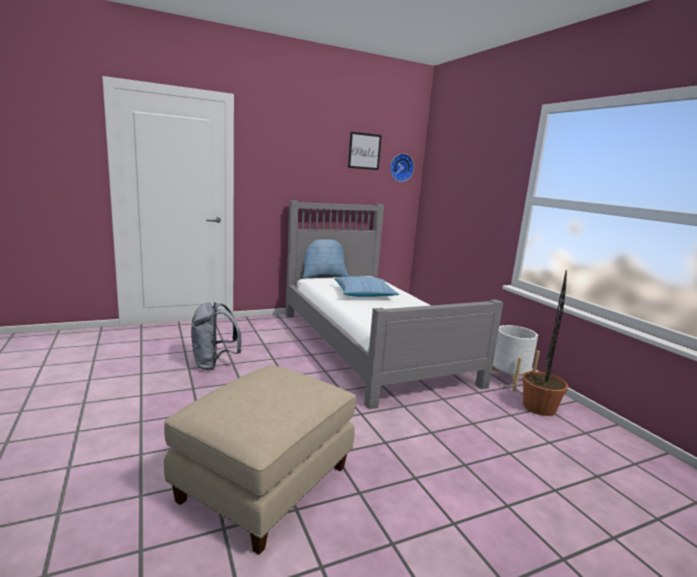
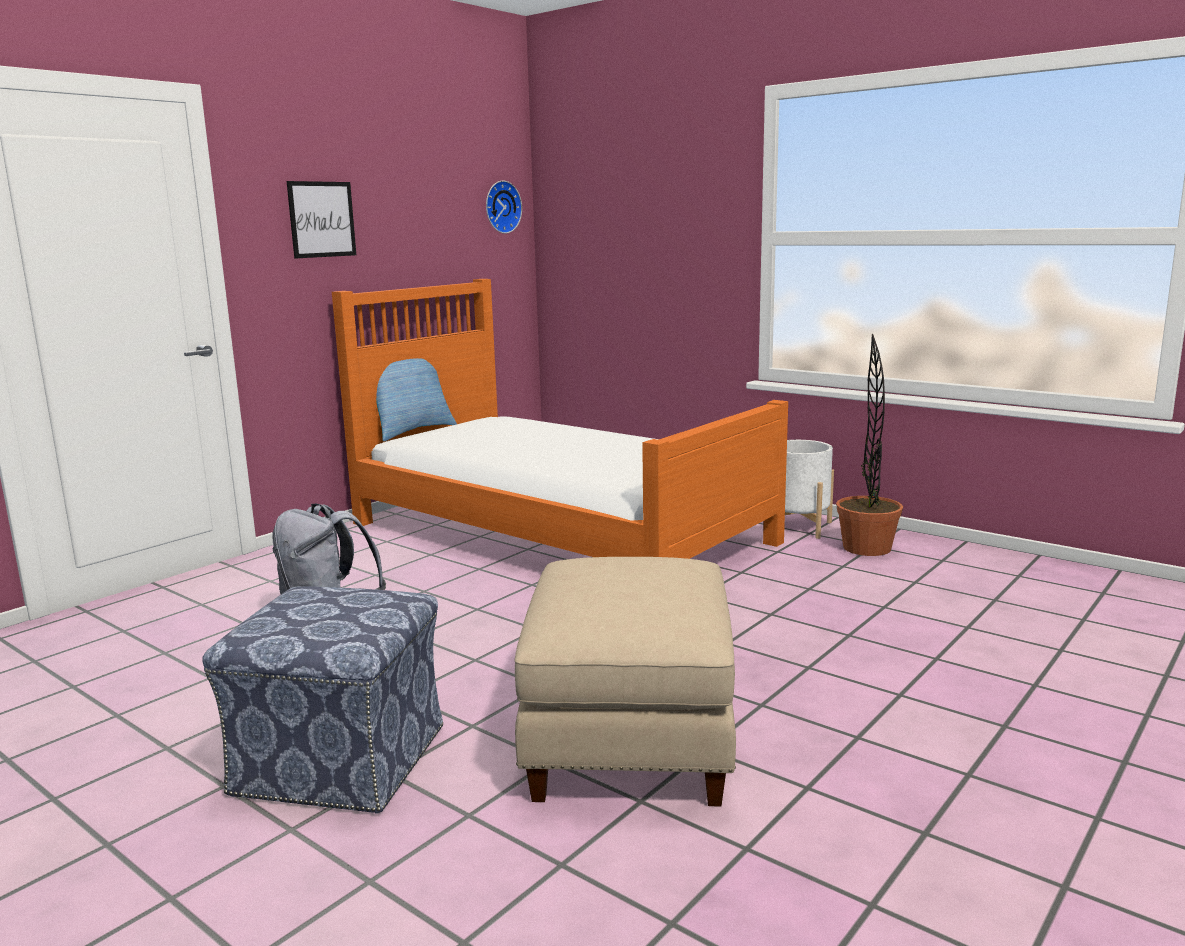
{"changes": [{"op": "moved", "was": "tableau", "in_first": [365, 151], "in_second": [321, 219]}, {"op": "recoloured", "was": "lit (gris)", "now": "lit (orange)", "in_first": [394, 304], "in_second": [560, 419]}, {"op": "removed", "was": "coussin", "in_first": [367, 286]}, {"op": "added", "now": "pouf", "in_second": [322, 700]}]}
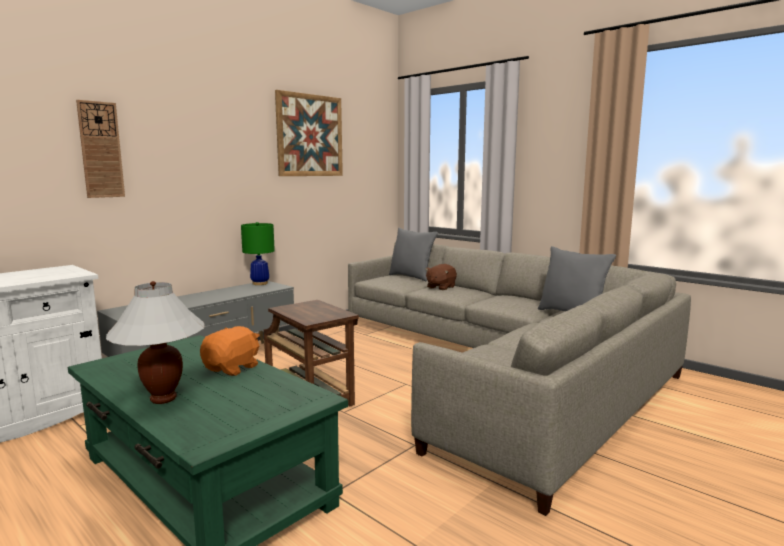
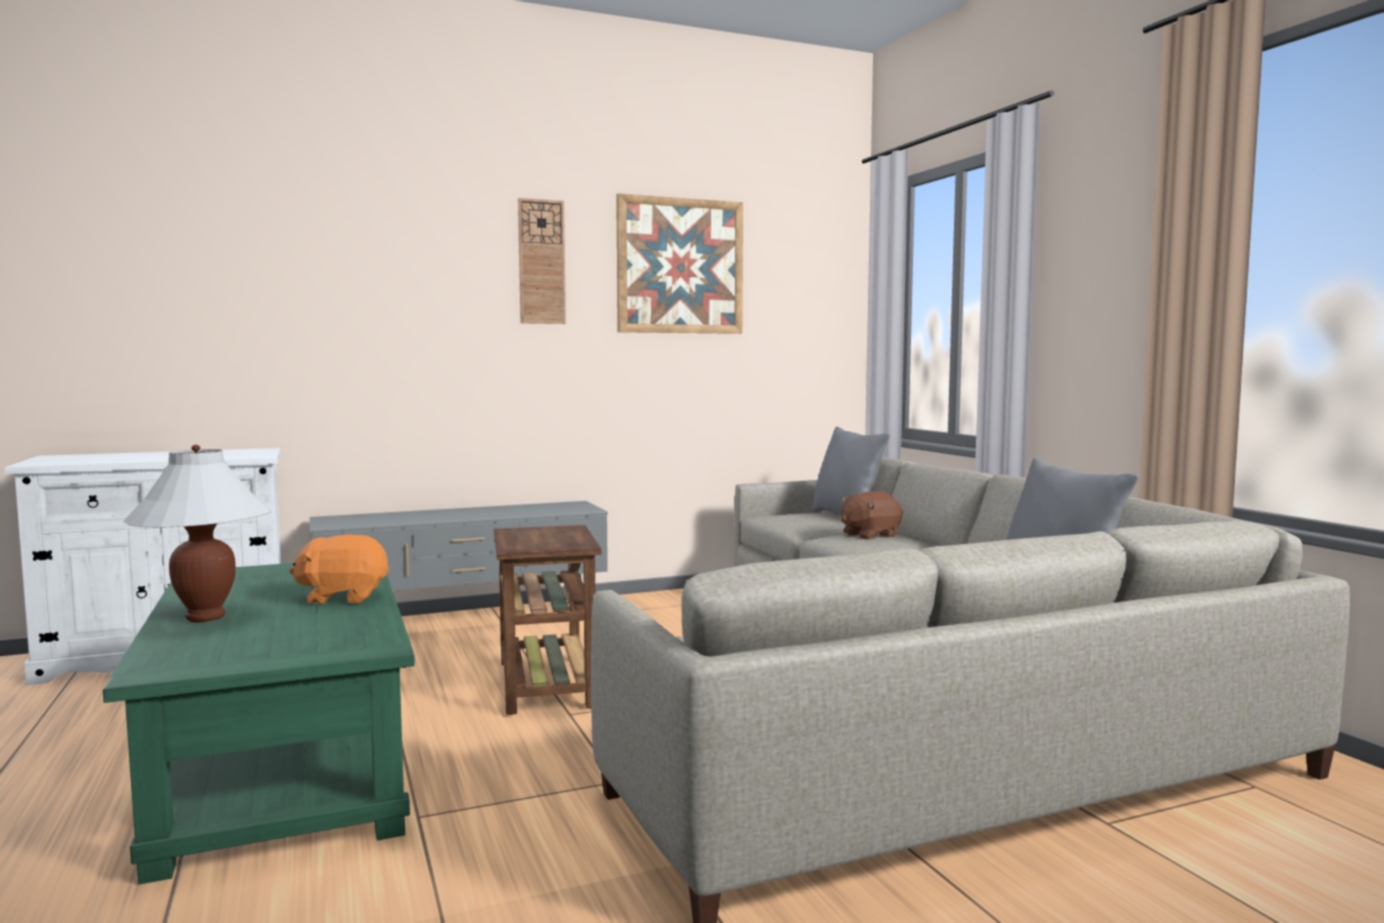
{"changes": [{"op": "moved", "was": "horloge murale", "in_first": [100, 149], "in_second": [542, 261]}, {"op": "removed", "was": "lampe de table (vert)", "in_first": [258, 253]}, {"op": "turned", "was": "peluche (orange)", "in_first": [230, 351], "in_second": [339, 569], "clockwise": -150}]}
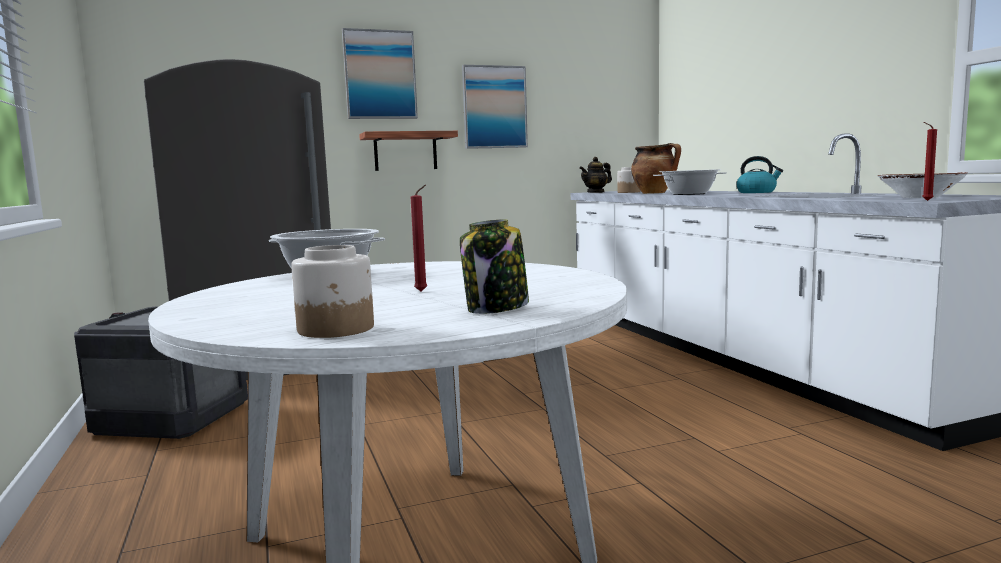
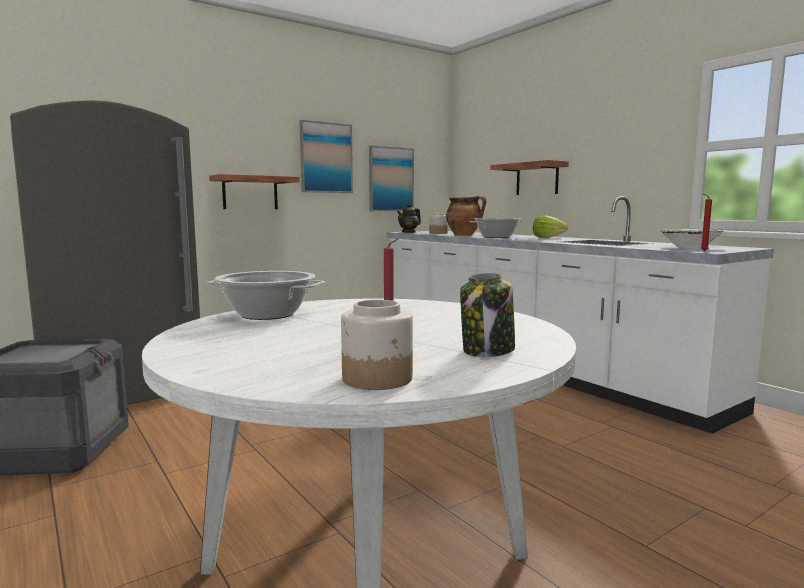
{"changes": [{"op": "moved", "was": "tableau", "in_first": [380, 73], "in_second": [391, 178]}, {"op": "replaced", "was": "bouilloire", "now": "laitue", "in_first": [759, 174], "in_second": [550, 226]}, {"op": "added", "now": "étagère", "in_second": [529, 177]}]}
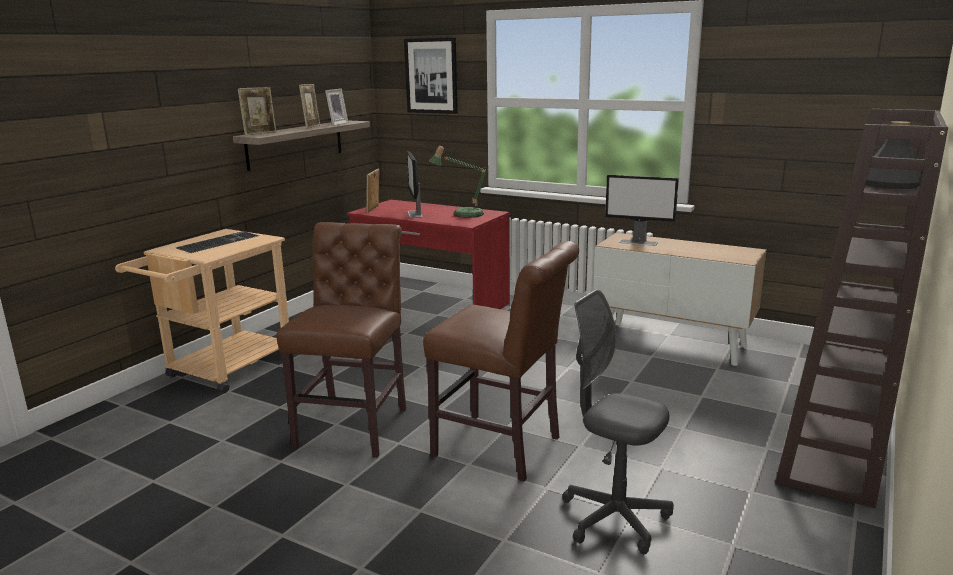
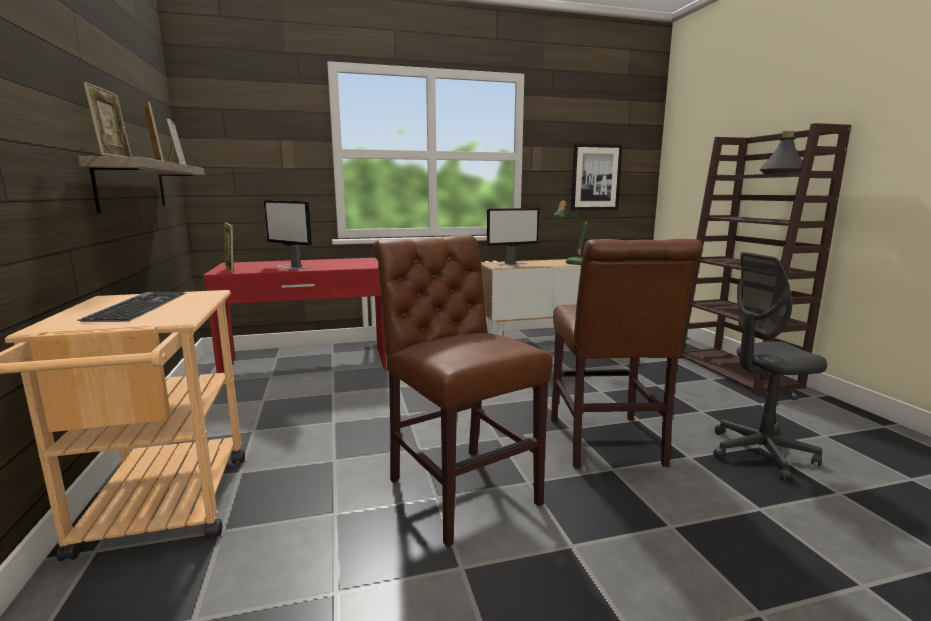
{"changes": [{"op": "moved", "was": "tableau", "in_first": [431, 75], "in_second": [597, 176]}, {"op": "moved", "was": "lampe de table", "in_first": [459, 182], "in_second": [570, 233]}, {"op": "turned", "was": "chaise (marron)", "in_first": [501, 361], "in_second": [627, 354], "clockwise": 105}]}
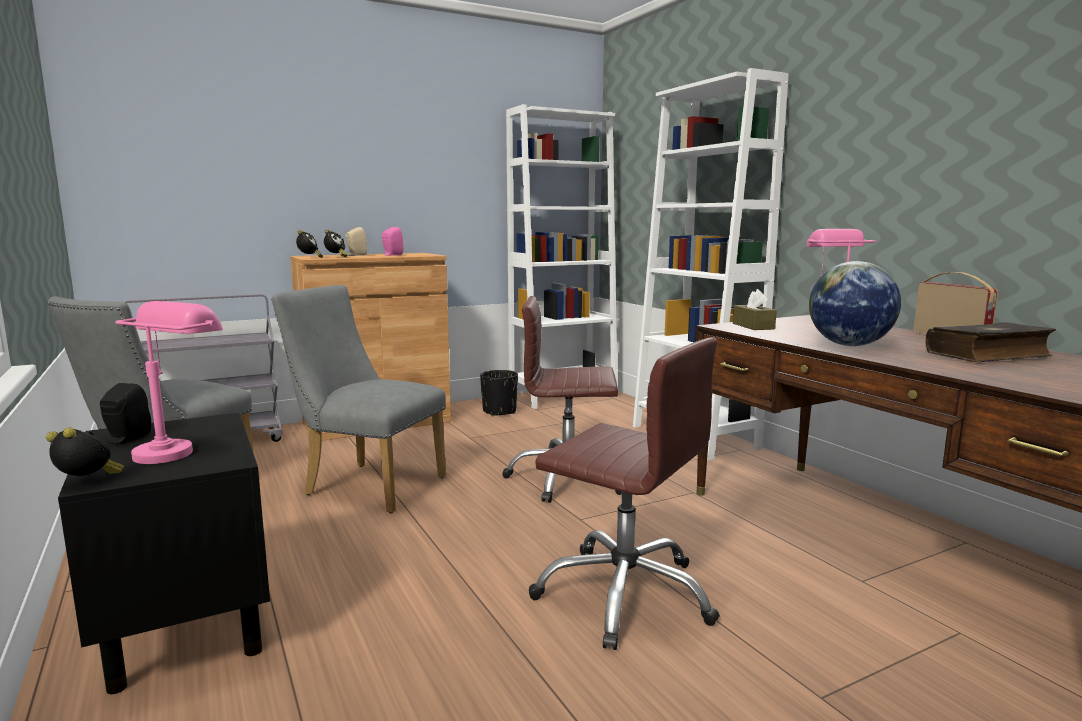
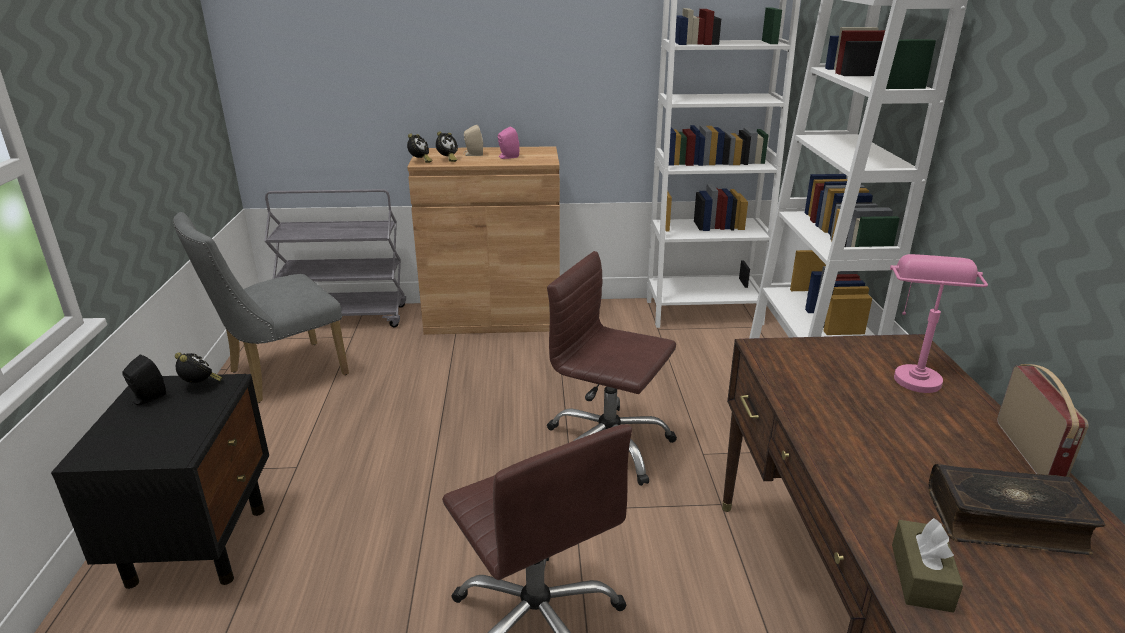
{"changes": [{"op": "removed", "was": "globe", "in_first": [855, 303]}, {"op": "removed", "was": "chaise (gris)", "in_first": [358, 399]}, {"op": "moved", "was": "boîte à mouchoirs (marron)", "in_first": [755, 309], "in_second": [927, 565]}, {"op": "removed", "was": "lampe de table (rose)", "in_first": [169, 382]}, {"op": "removed", "was": "cache-pot (noir)", "in_first": [499, 393]}, {"op": "moved", "was": "réveil", "in_first": [85, 451], "in_second": [198, 367]}]}
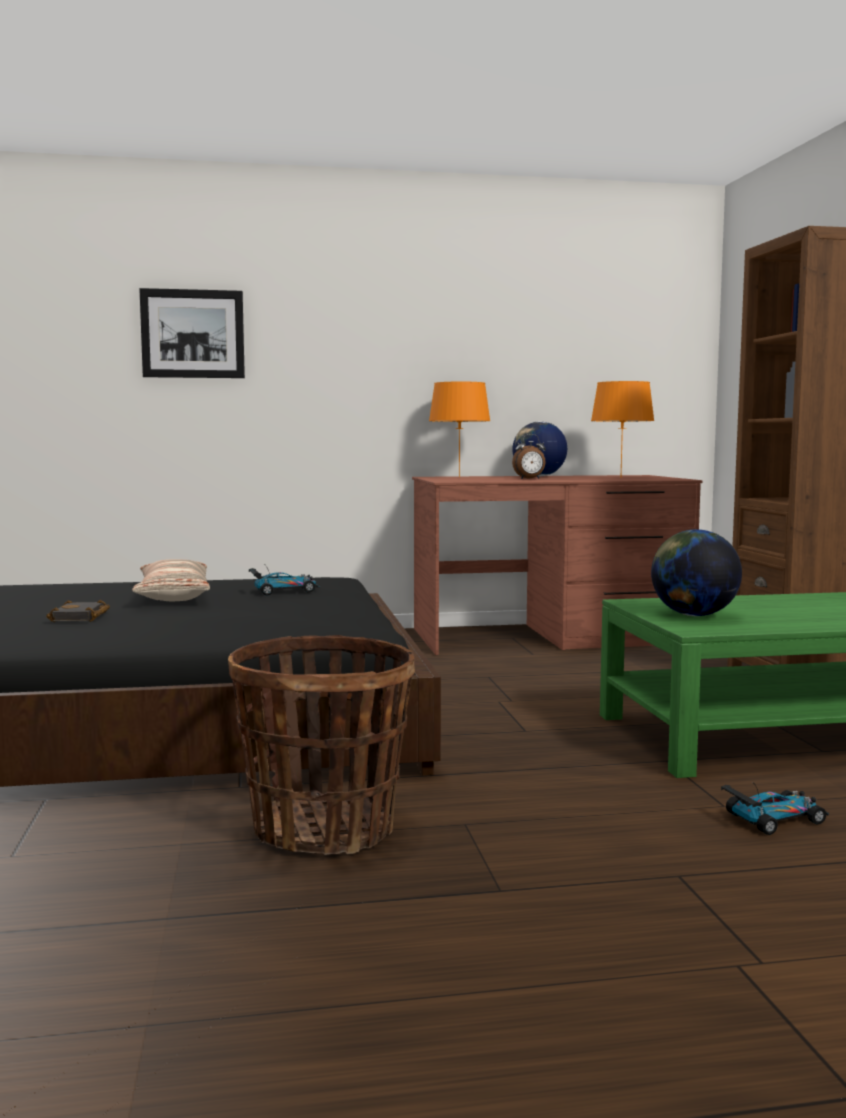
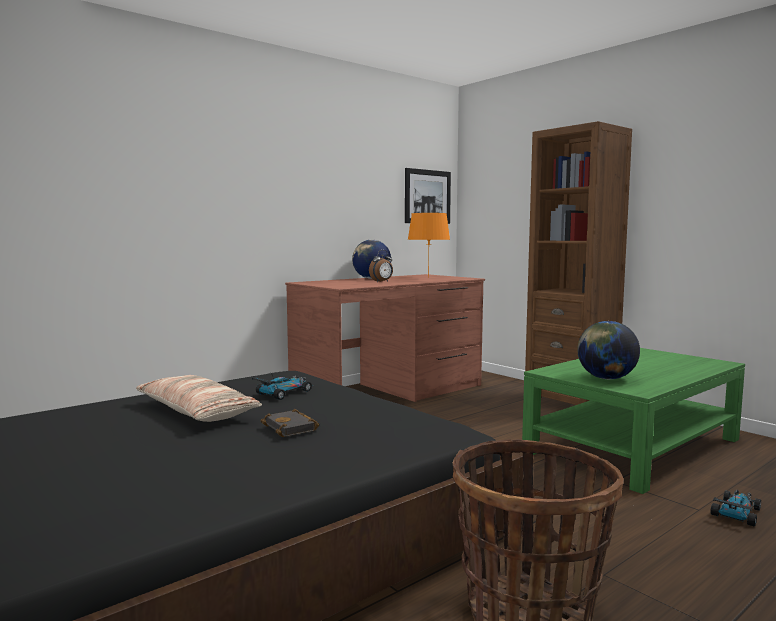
{"changes": [{"op": "moved", "was": "tableau", "in_first": [192, 333], "in_second": [428, 196]}, {"op": "removed", "was": "lampe de table (orange)", "in_first": [460, 429]}, {"op": "moved", "was": "livre (noir)", "in_first": [78, 611], "in_second": [290, 423]}]}
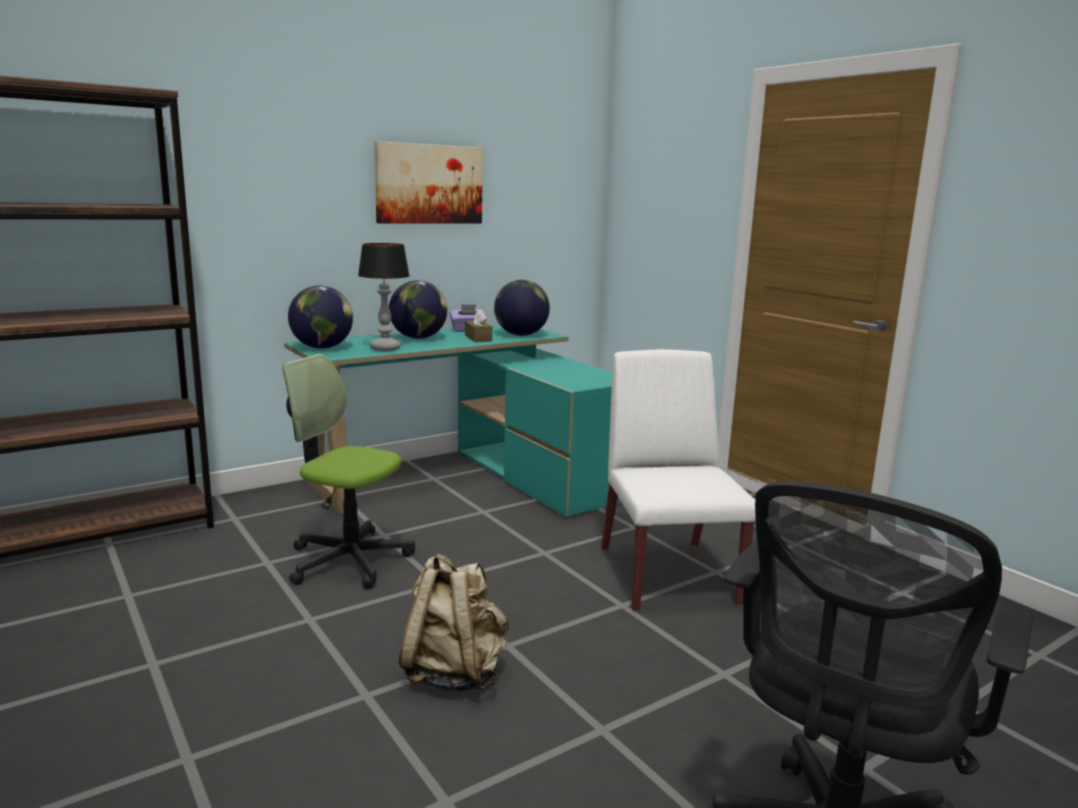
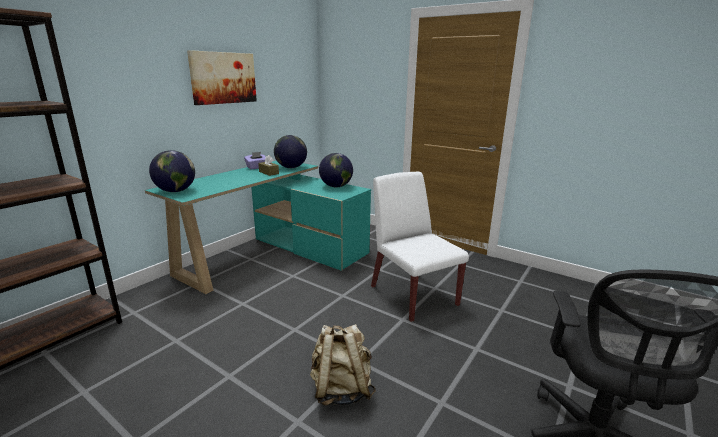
{"changes": [{"op": "removed", "was": "lampe de table", "in_first": [384, 297]}, {"op": "moved", "was": "globe", "in_first": [418, 309], "in_second": [336, 170]}, {"op": "removed", "was": "chaise de bureau", "in_first": [349, 471]}]}
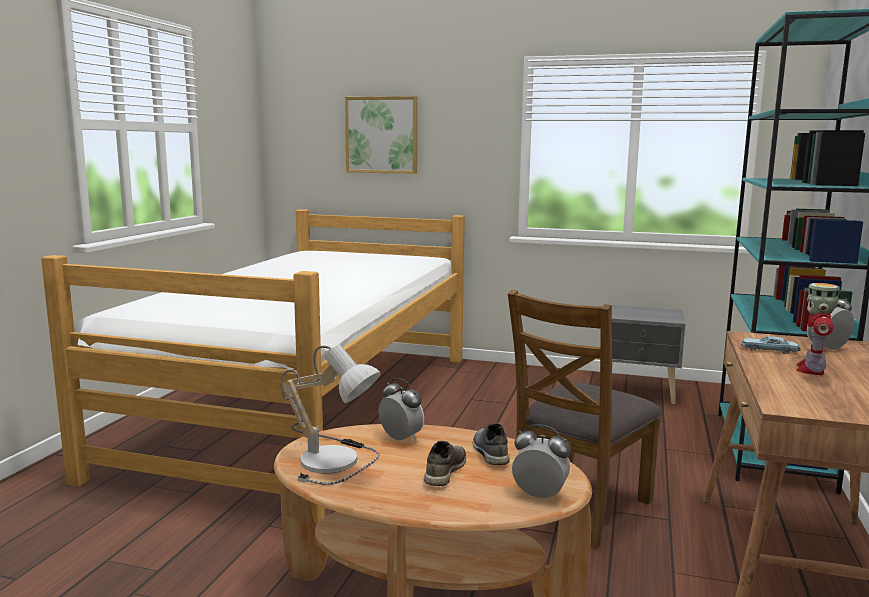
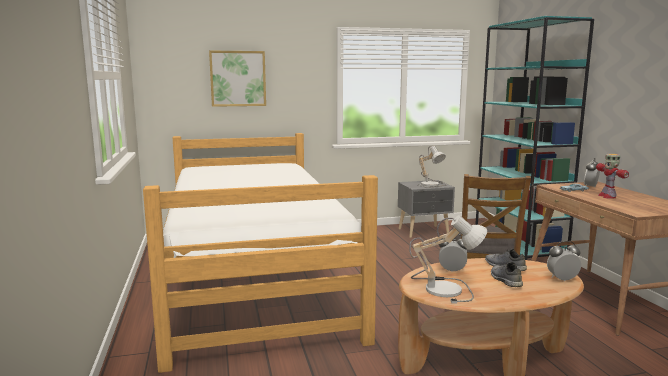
{"changes": [{"op": "added", "now": "lampe de table", "in_second": [432, 166]}]}
